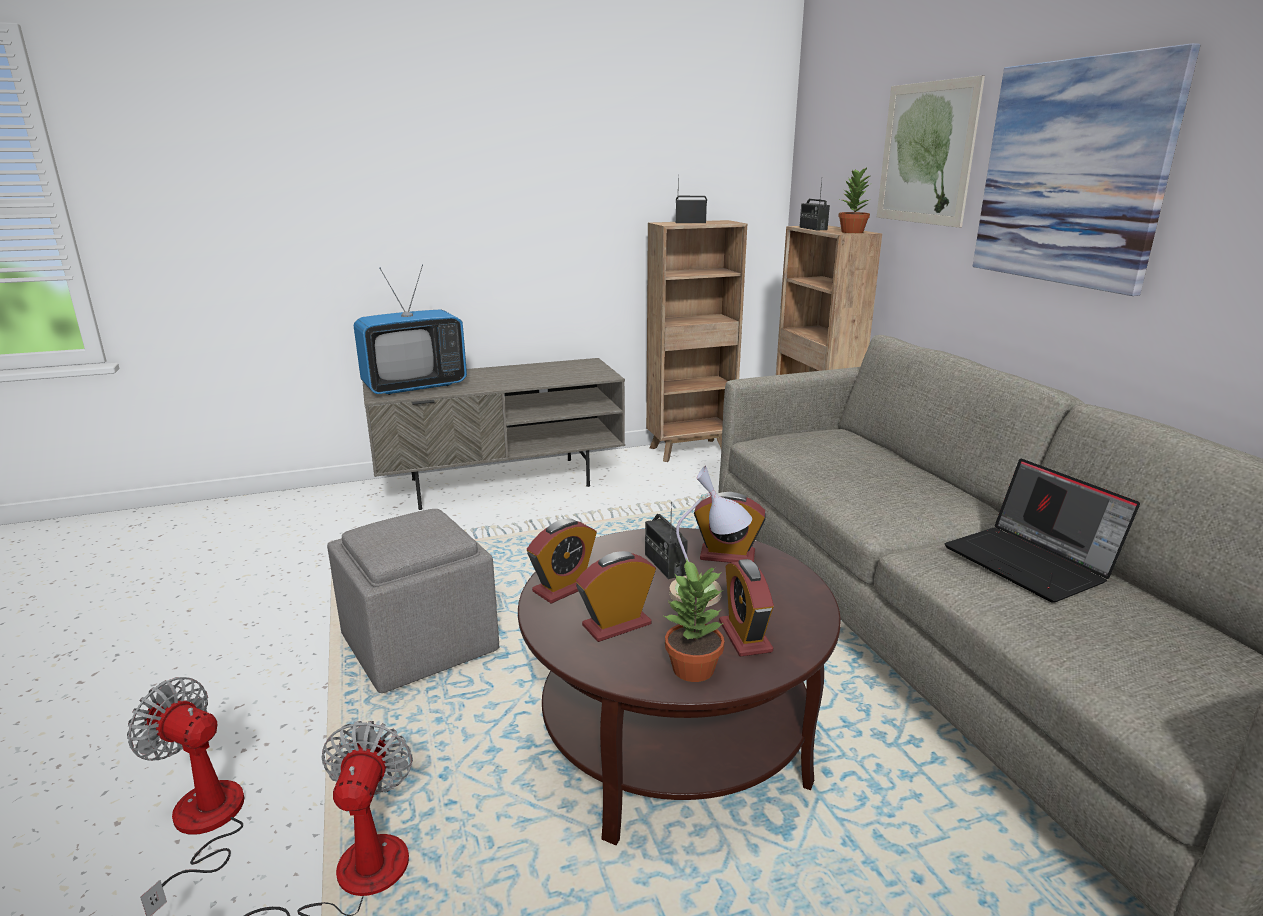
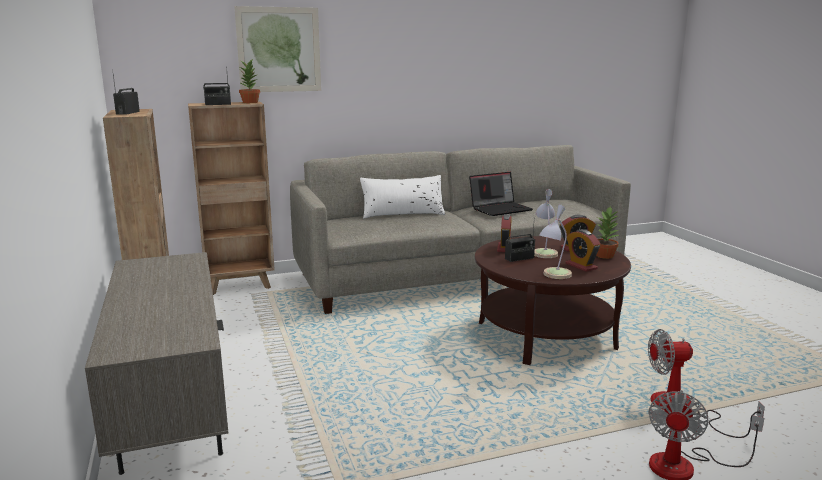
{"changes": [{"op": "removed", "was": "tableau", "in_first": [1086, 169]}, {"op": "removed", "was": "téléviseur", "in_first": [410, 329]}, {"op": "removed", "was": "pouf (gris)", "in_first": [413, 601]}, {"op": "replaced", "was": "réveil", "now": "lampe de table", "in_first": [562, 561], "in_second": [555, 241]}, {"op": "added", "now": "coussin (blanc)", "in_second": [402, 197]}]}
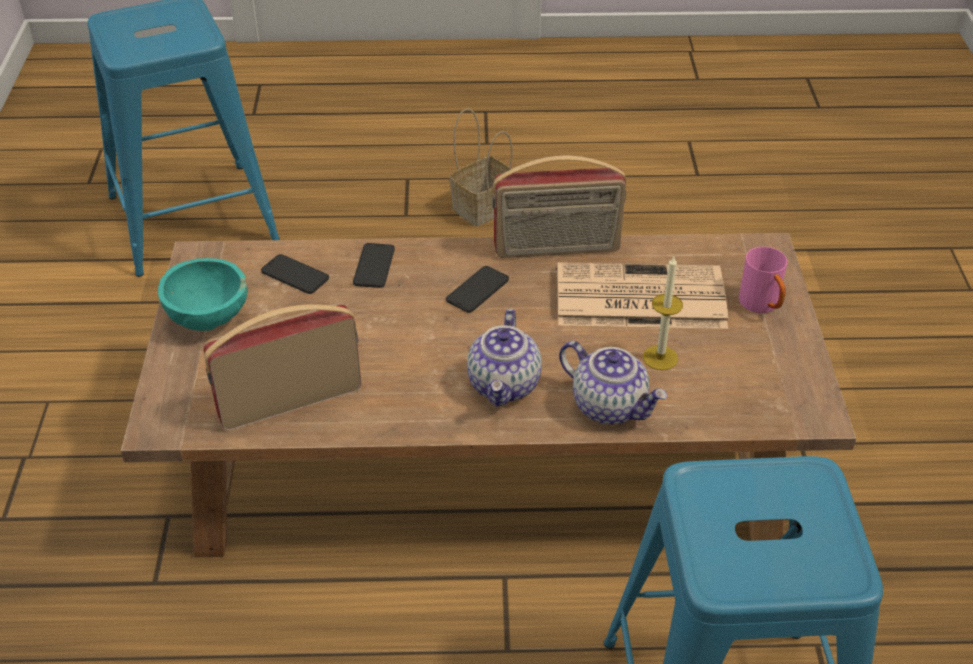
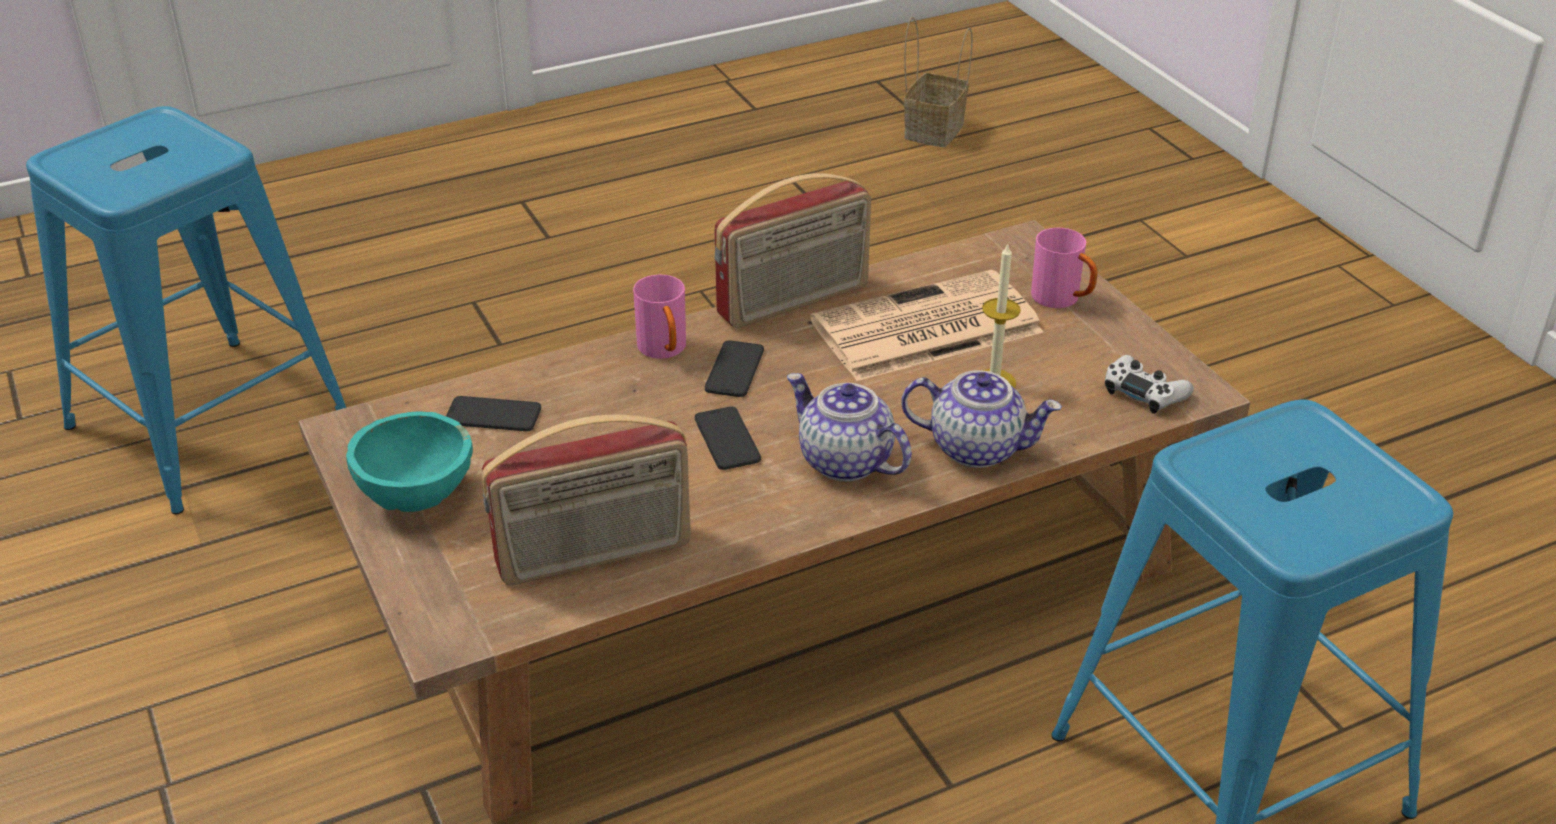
{"changes": [{"op": "moved", "was": "panier", "in_first": [482, 167], "in_second": [938, 82]}, {"op": "moved", "was": "téléphone", "in_first": [374, 265], "in_second": [728, 438]}, {"op": "turned", "was": "radio", "in_first": [282, 366], "in_second": [586, 500], "clockwise": -150}, {"op": "turned", "was": "théière", "in_first": [504, 358], "in_second": [849, 427], "clockwise": 150}, {"op": "added", "now": "mug (rose)", "in_second": [659, 317]}, {"op": "added", "now": "manette (blanc)", "in_second": [1149, 384]}]}
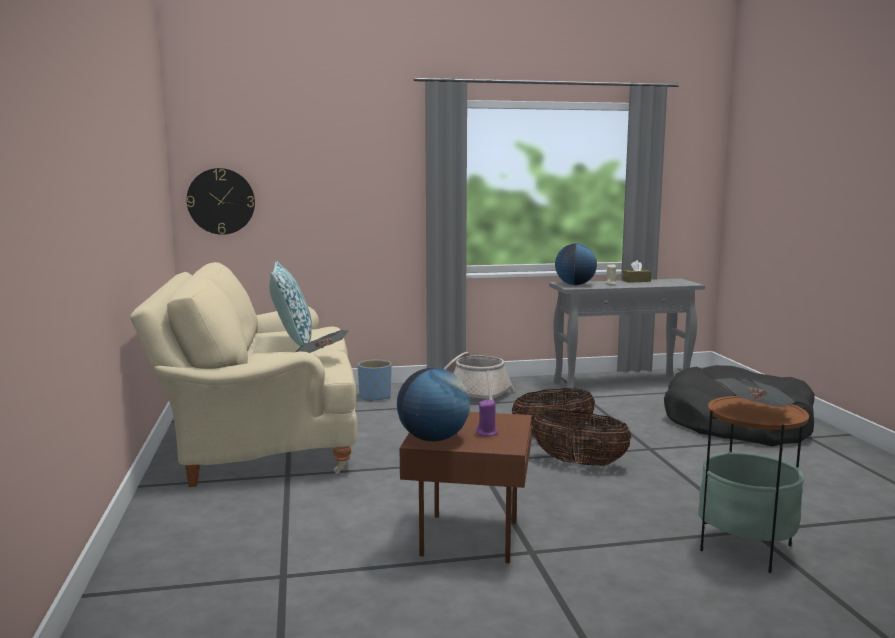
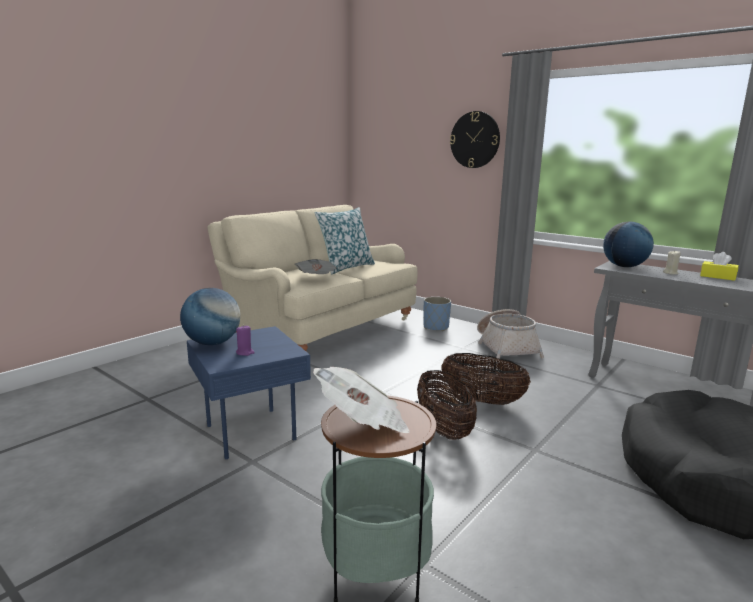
{"changes": [{"op": "moved", "was": "horloge murale", "in_first": [221, 201], "in_second": [475, 139]}, {"op": "recoloured", "was": "boîte à mouchoirs (marron)", "now": "boîte à mouchoirs (jaune)", "in_first": [637, 271], "in_second": [719, 266]}, {"op": "recoloured", "was": "table d'appoint (marron)", "now": "table d'appoint (bleu)", "in_first": [466, 488], "in_second": [249, 392]}]}
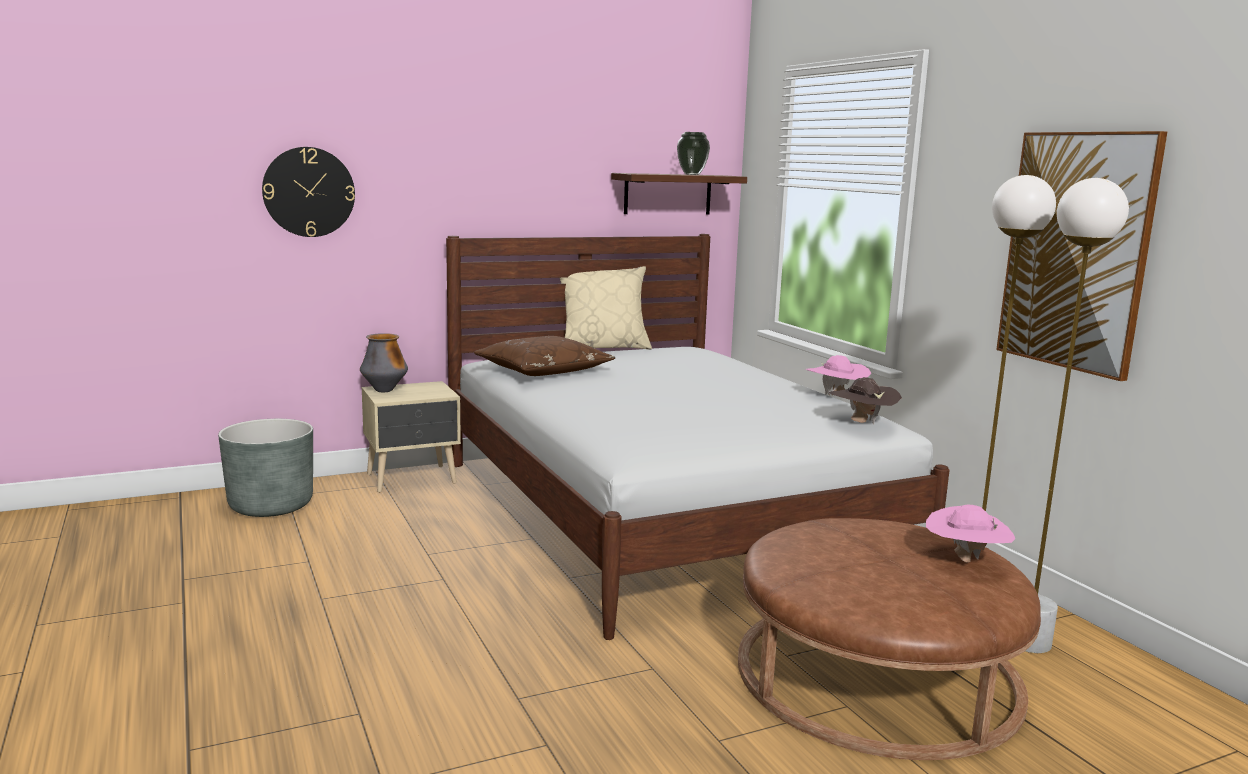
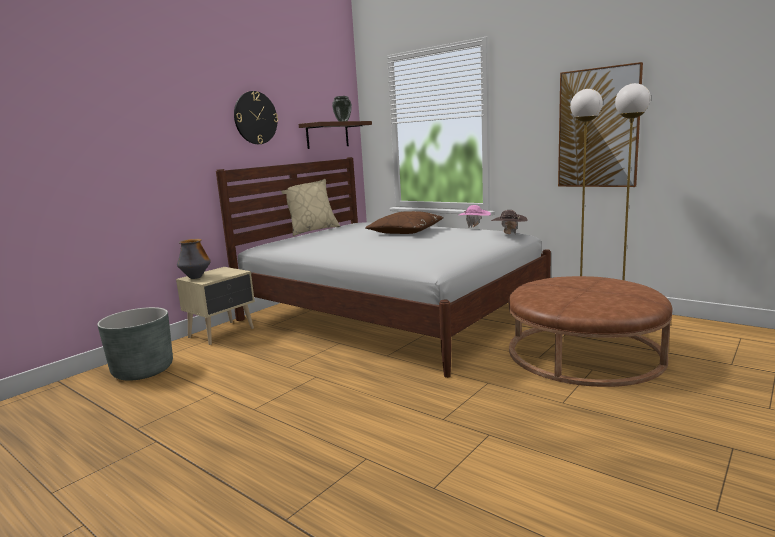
{"changes": [{"op": "moved", "was": "horloge murale", "in_first": [308, 192], "in_second": [256, 117]}, {"op": "moved", "was": "coussin (marron)", "in_first": [544, 356], "in_second": [404, 222]}, {"op": "removed", "was": "chapeau (rose)", "in_first": [970, 534]}]}
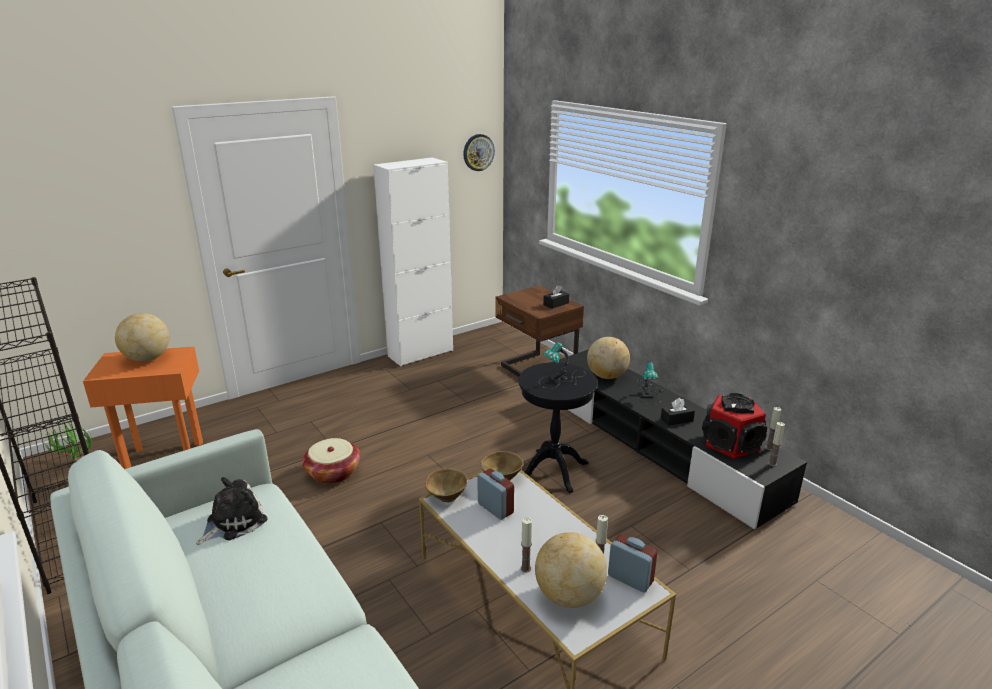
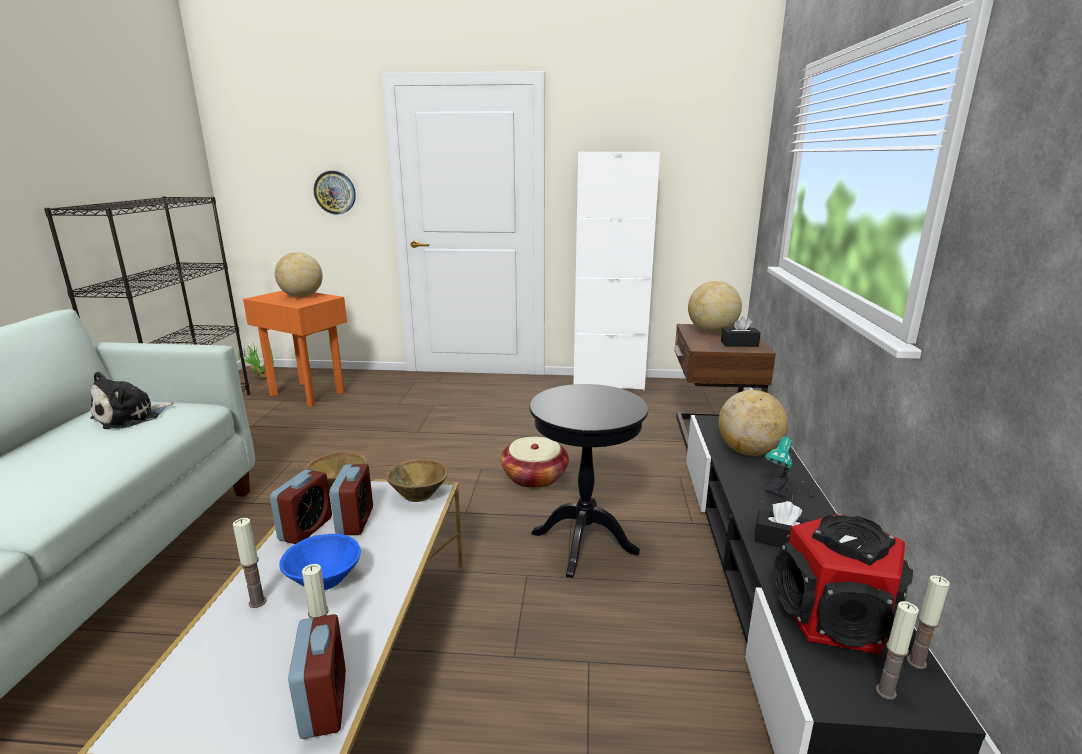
{"changes": [{"op": "moved", "was": "horloge murale", "in_first": [479, 152], "in_second": [335, 192]}, {"op": "removed", "was": "lampe de table", "in_first": [562, 365]}, {"op": "moved", "was": "panier", "in_first": [331, 461], "in_second": [535, 462]}, {"op": "turned", "was": "peluche", "in_first": [232, 511], "in_second": [132, 400], "clockwise": 135}, {"op": "moved", "was": "globe", "in_first": [571, 570], "in_second": [715, 307]}, {"op": "added", "now": "réveil", "in_second": [301, 507]}, {"op": "added", "now": "bol (bleu)", "in_second": [320, 562]}]}
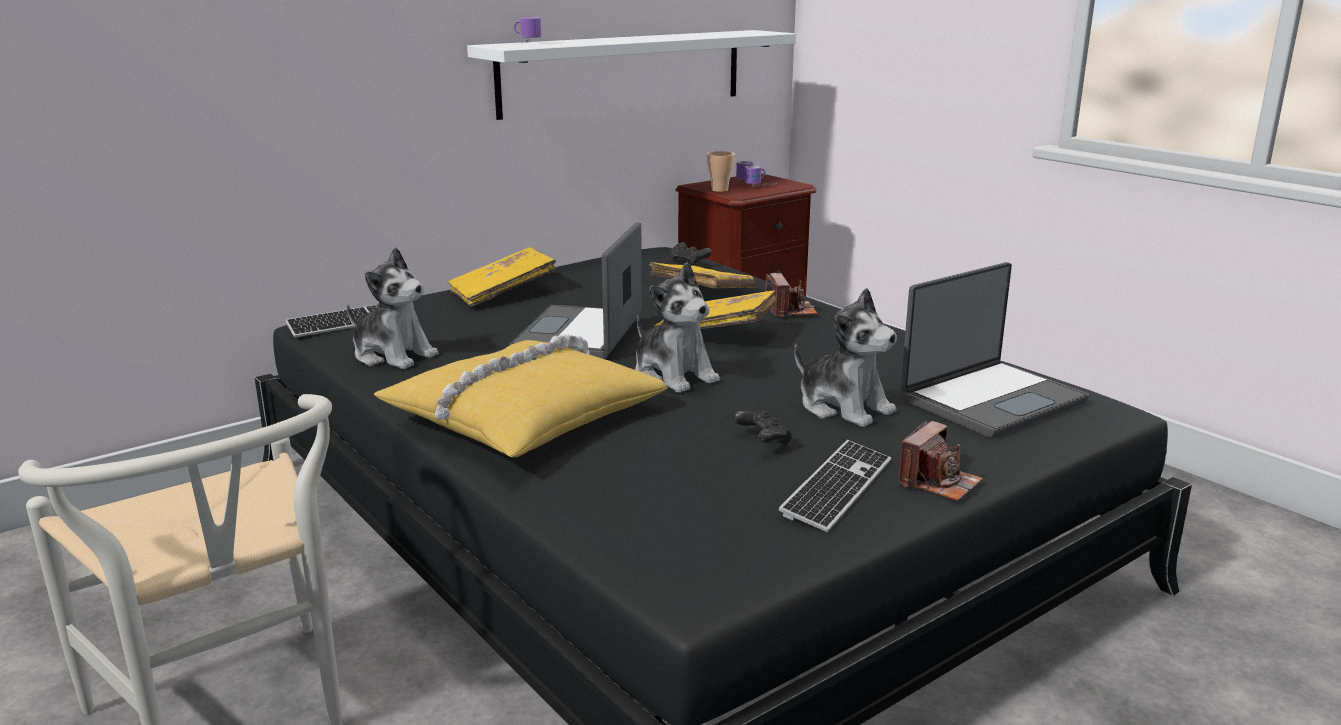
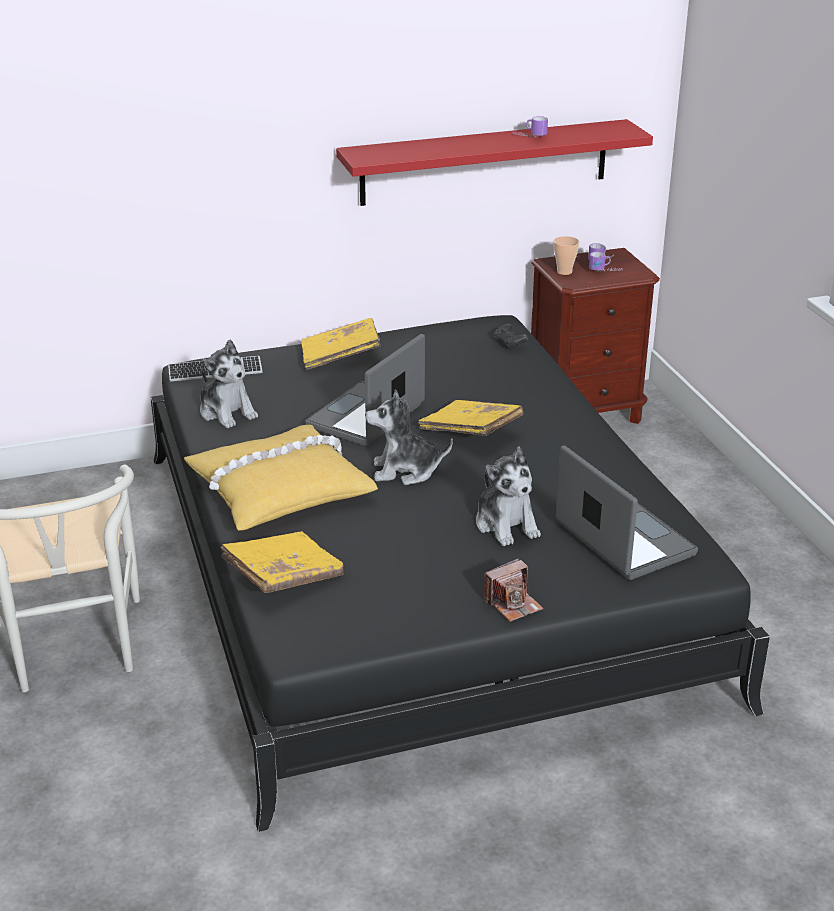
{"changes": [{"op": "moved", "was": "mug", "in_first": [519, 30], "in_second": [531, 127]}, {"op": "recoloured", "was": "étagère (blanc)", "now": "étagère (rouge)", "in_first": [631, 75], "in_second": [494, 162]}, {"op": "turned", "was": "peluche", "in_first": [677, 327], "in_second": [409, 437], "clockwise": 105}, {"op": "moved", "was": "livre (jaune)", "in_first": [702, 275], "in_second": [282, 562]}, {"op": "turned", "was": "ordinateur portable", "in_first": [995, 350], "in_second": [627, 513], "clockwise": -105}, {"op": "removed", "was": "appareil photo", "in_first": [791, 295]}, {"op": "removed", "was": "manette (noir)", "in_first": [762, 428]}, {"op": "removed", "was": "clavier", "in_first": [834, 486]}]}
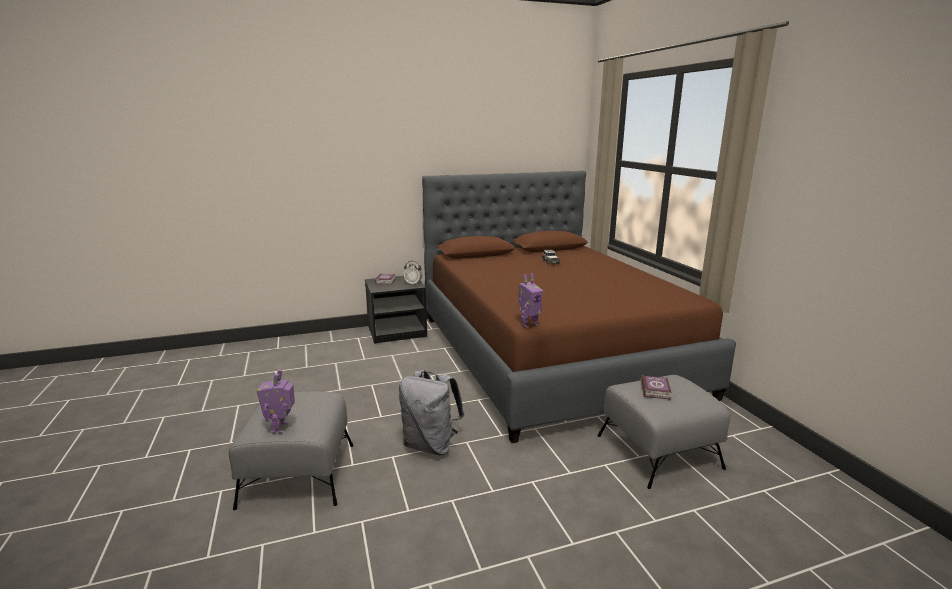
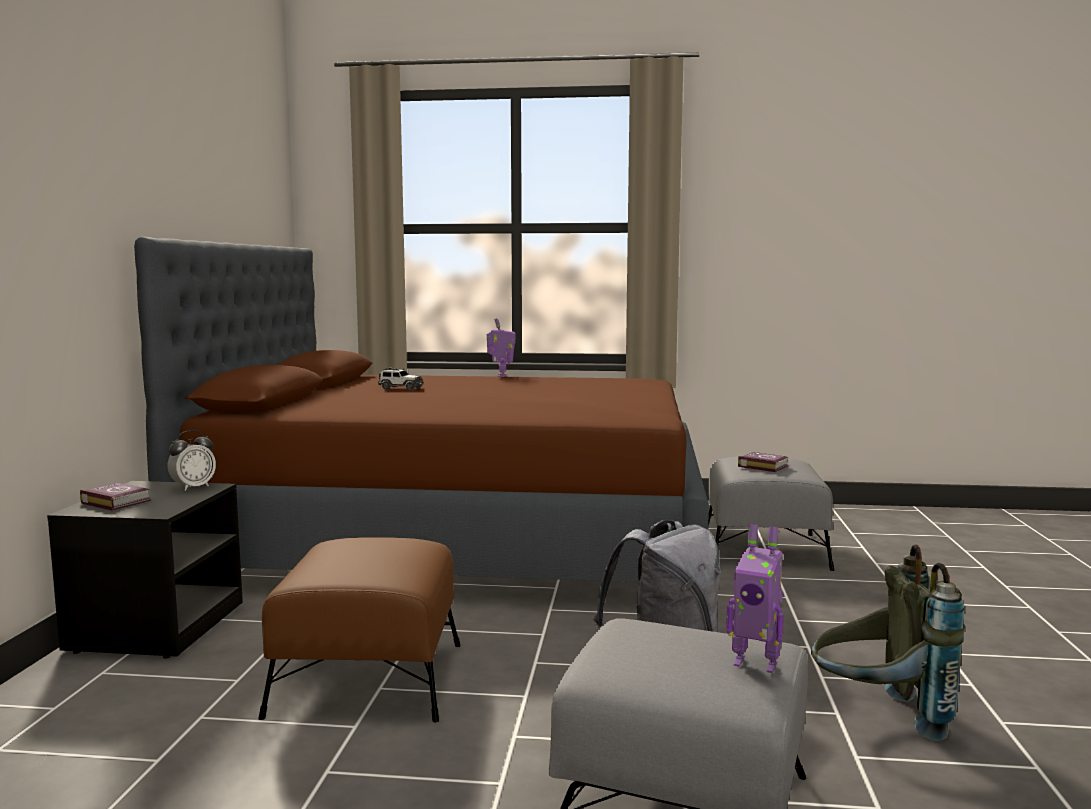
{"changes": [{"op": "moved", "was": "robot jouet", "in_first": [530, 300], "in_second": [501, 347]}, {"op": "added", "now": "pouf (marron)", "in_second": [359, 629]}, {"op": "added", "now": "sac à dos (gris)", "in_second": [888, 642]}]}
